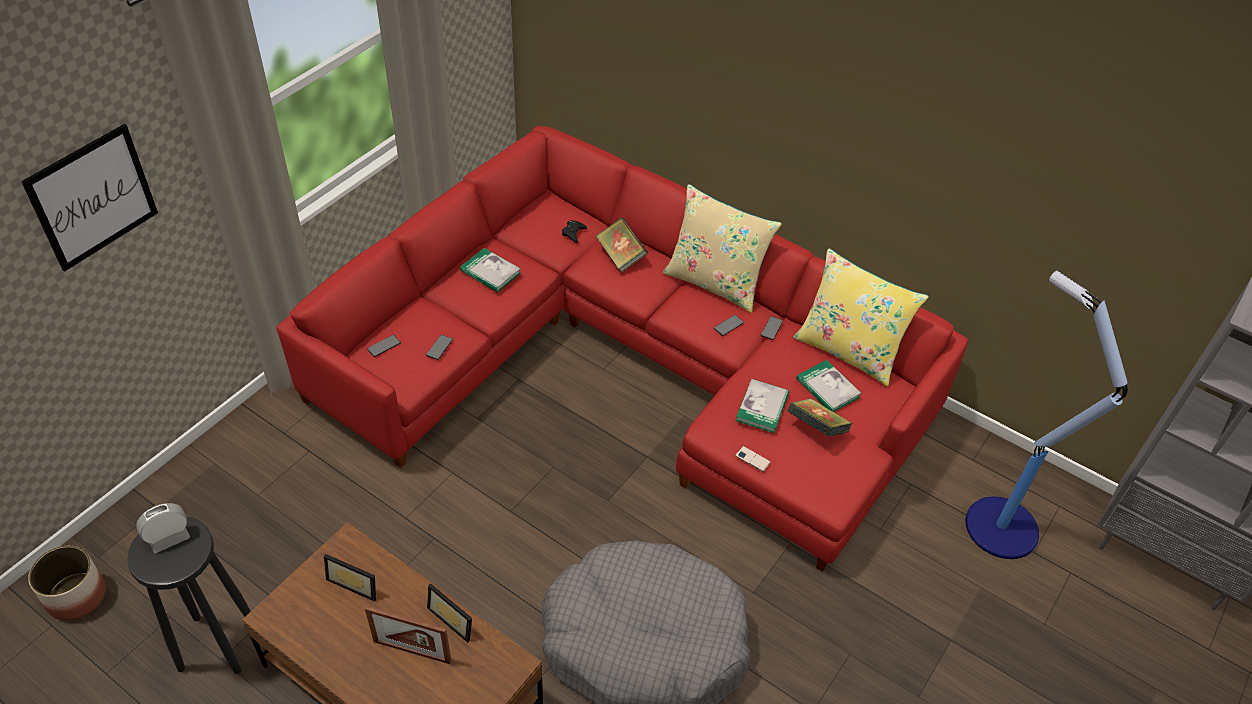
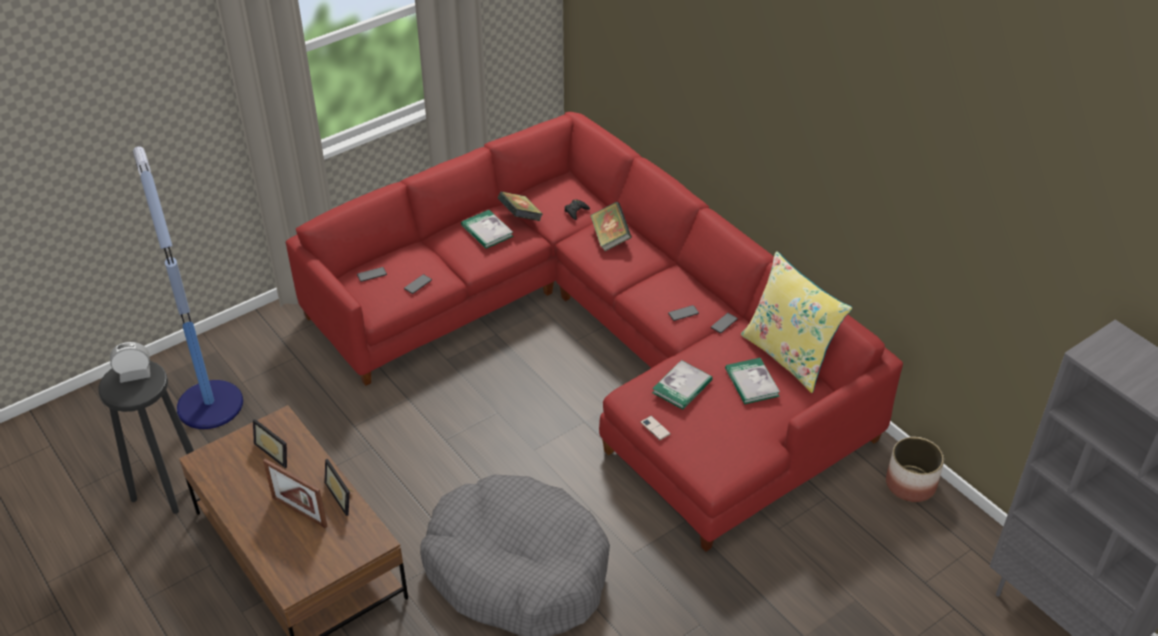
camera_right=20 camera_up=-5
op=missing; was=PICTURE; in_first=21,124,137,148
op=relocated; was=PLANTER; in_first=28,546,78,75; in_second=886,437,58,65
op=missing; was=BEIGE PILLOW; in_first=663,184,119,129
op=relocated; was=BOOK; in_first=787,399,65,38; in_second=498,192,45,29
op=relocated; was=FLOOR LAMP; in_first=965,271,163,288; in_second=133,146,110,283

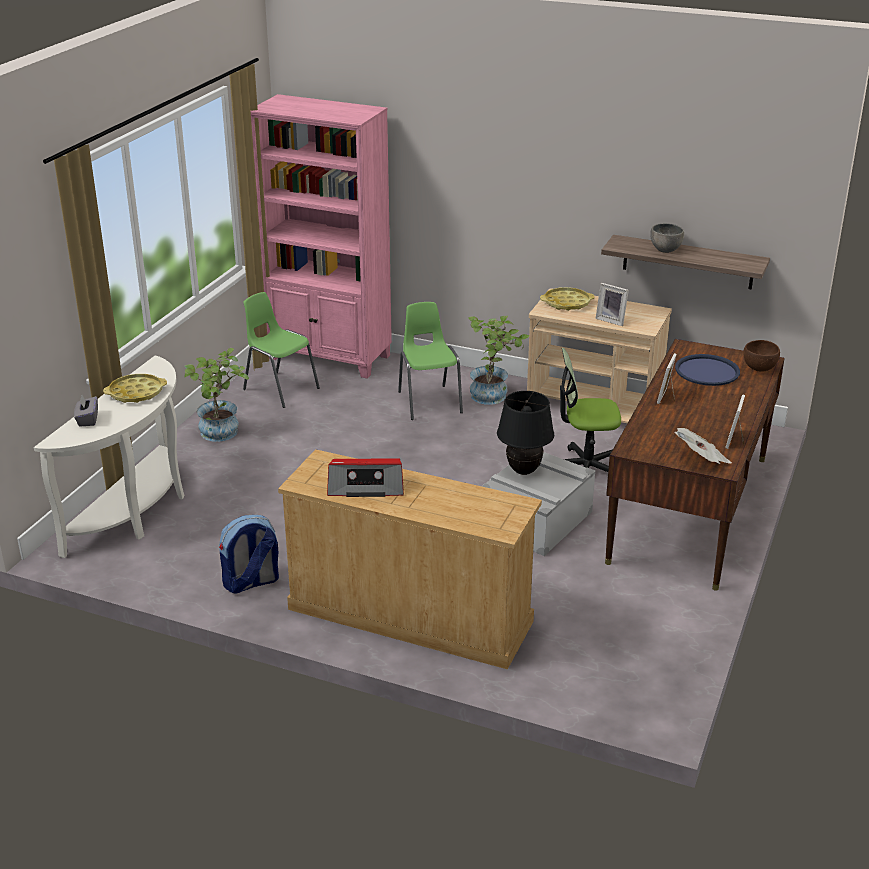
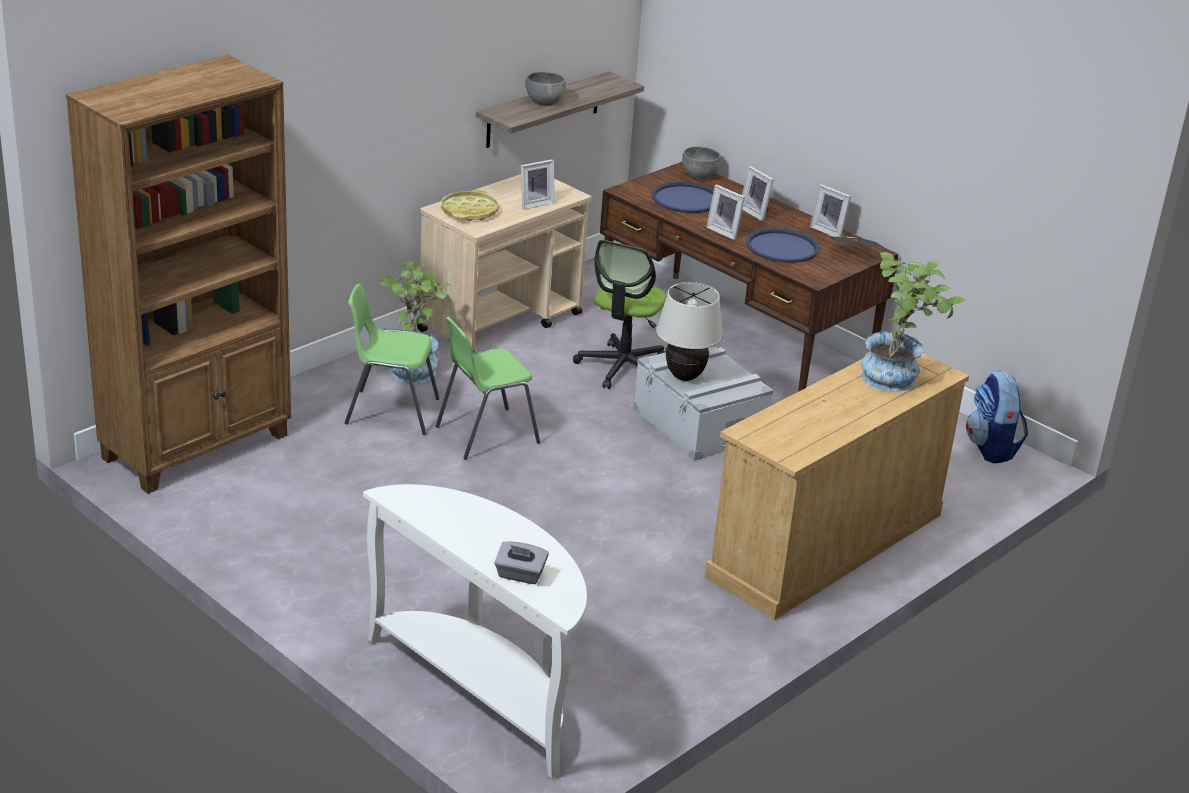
camera_right=-70 camera_up=0
op=missing; was=YELLOW TRAY; in_first=103,374,64,29
op=relocated; was=POTTED PLANT; in_first=184,348,65,94; in_second=861,252,105,140
op=relocated; was=BACKPACK; in_first=219,515,60,79; in_second=966,370,62,94
op=relocated; was=GREEN CHAIR; in_first=243,292,77,116; in_second=436,317,104,143
op=colour; was=PINK BOOKCASE; now=BROWN BOOKCASE; in_first=251,94,141,285; in_second=66,55,225,439
op=missing; was=RADIO; in_first=327,459,77,38
op=colour; was=BLACK TABLE LAMP; now=BEIGE TABLE LAMP; in_first=497,391,57,84; in_second=656,282,67,99
op=colour; was=BROWN BOWL; now=GREY BOWL; in_first=743,340,37,32; in_second=682,146,39,34
op=appeared; now=PICTURE FRAME; in_second=742,166,32,55
op=appeared; now=BLUE TRAY; in_second=746,228,73,35

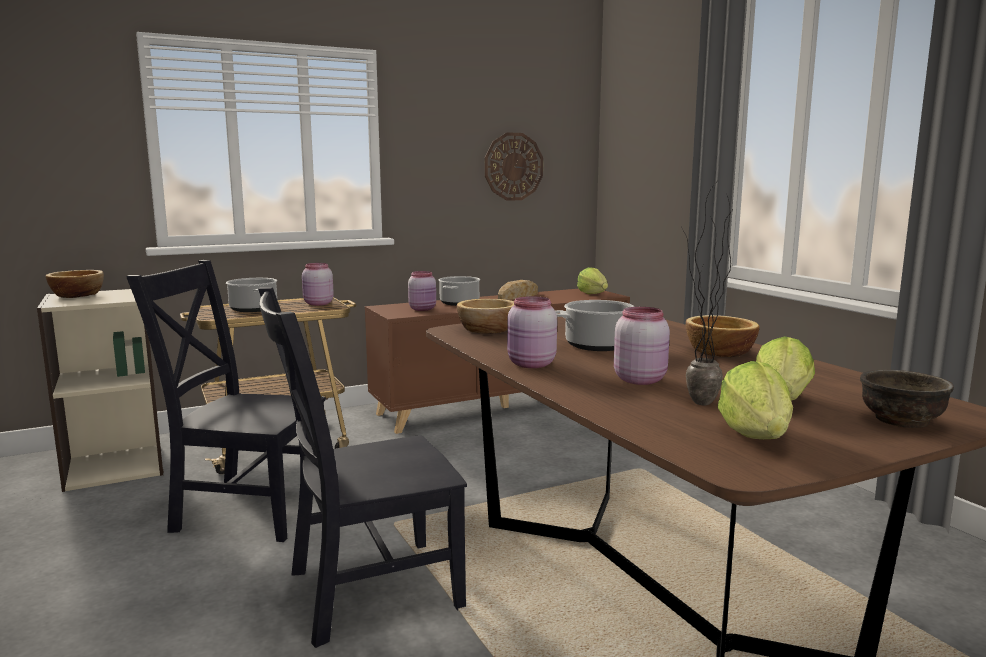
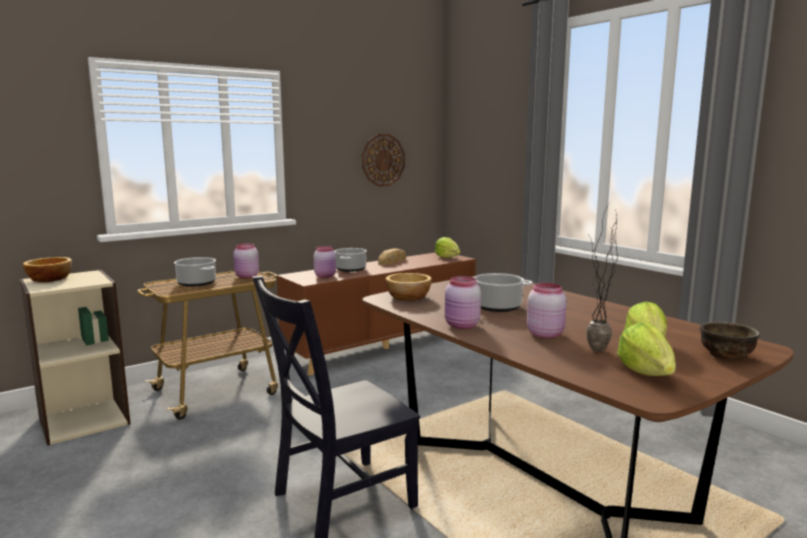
camera_right=-10 camera_up=0
op=missing; was=BLACK CHAIR; in_first=126,260,200,282
op=missing; was=BOWL; in_first=686,315,73,42

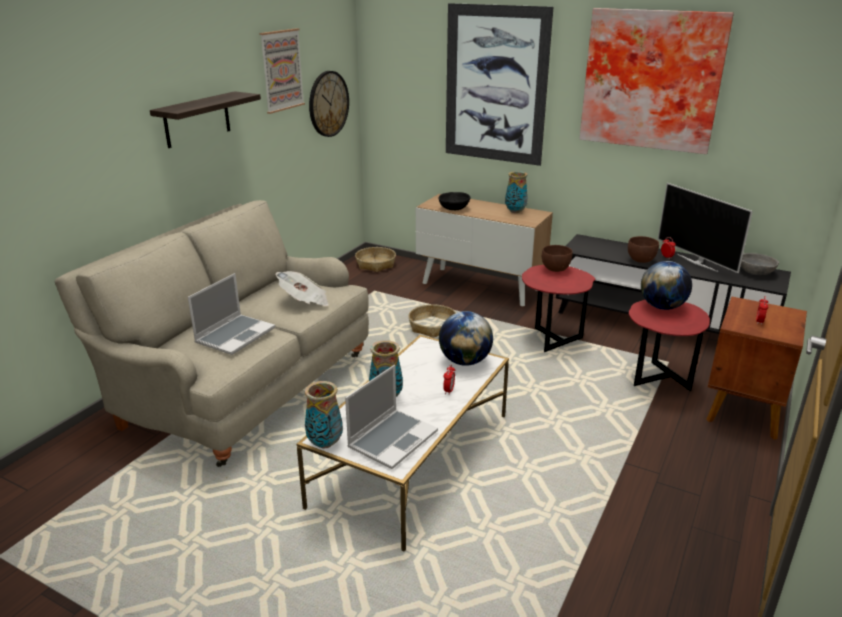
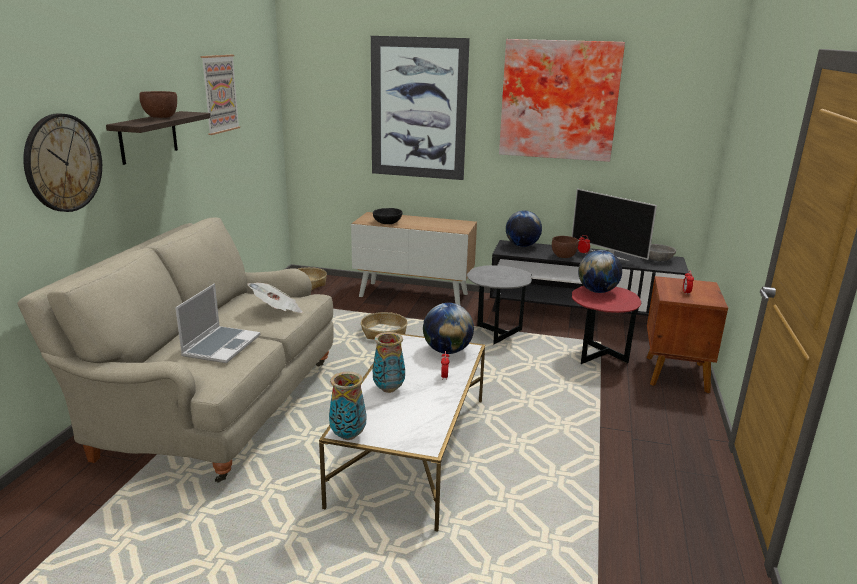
camera_right=-15 camera_up=-5
op=relocated; was=WALL CLOCK; in_first=309,71,40,66; in_second=23,113,79,99
op=missing; was=LAPTOP; in_first=345,365,93,104
op=missing; was=VASE; in_first=505,171,23,42
op=colour; was=RED SIDE TABLE; now=GREY SIDE TABLE; in_first=522,265,73,87; in_second=467,265,65,79
op=relocated; was=BROWN BOWL; in_first=542,245,31,27; in_second=139,91,38,27
op=appeared; now=GLOBE; in_second=506,211,36,36

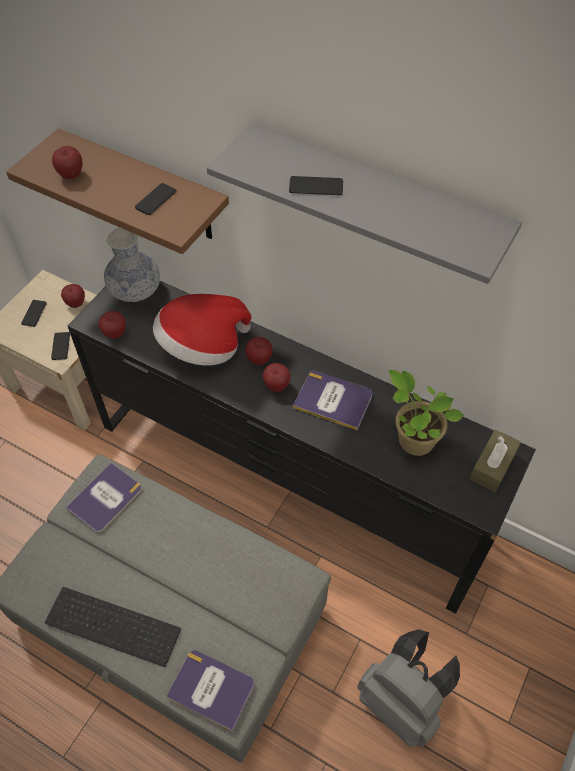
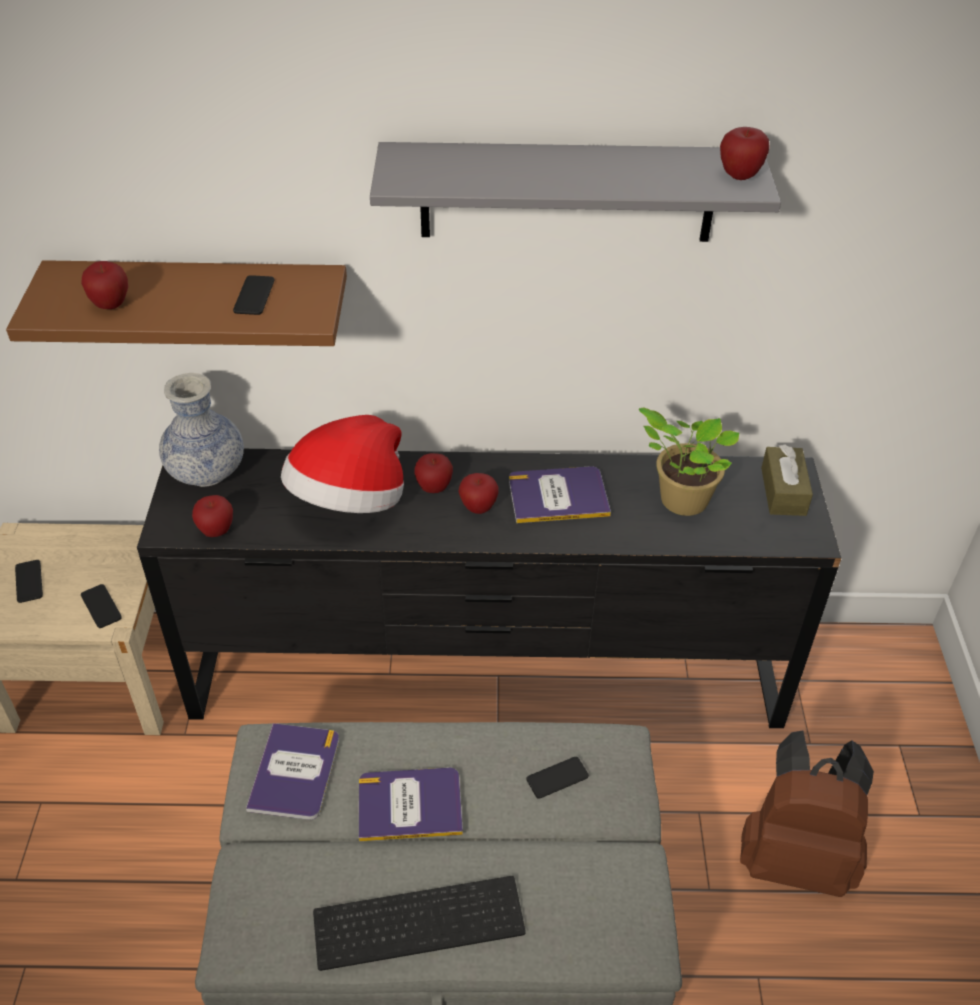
camera_right=-30 camera_up=-10
op=relocated; was=APPLE; in_first=61,284,24,24; in_second=720,127,50,53
op=relocated; was=BOOK; in_first=166,650,88,82; in_second=359,768,104,73
op=relocated; was=PHONE; in_first=289,176,54,19; in_second=526,757,63,41
op=colour; was=GREY BACKPACK; now=BROWN BACKPACK; in_first=357,629,103,118; in_second=740,730,134,167

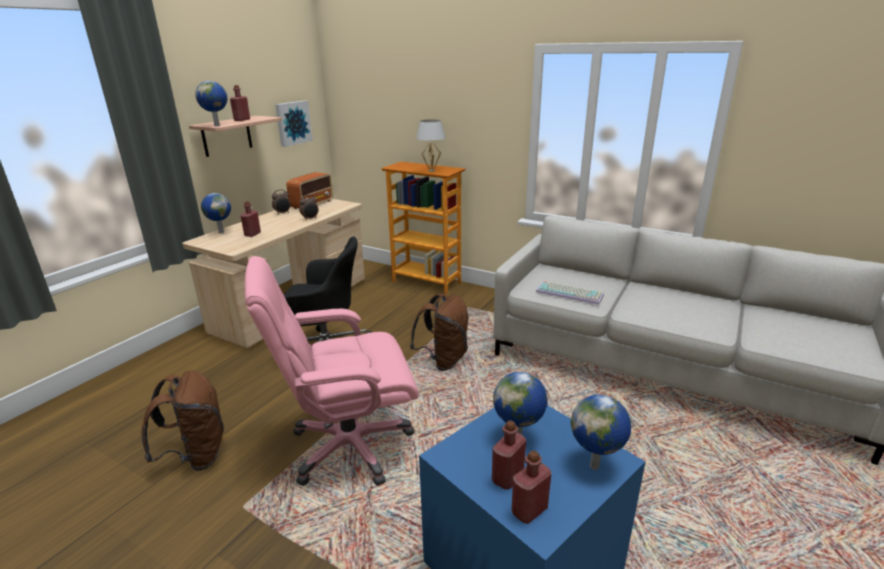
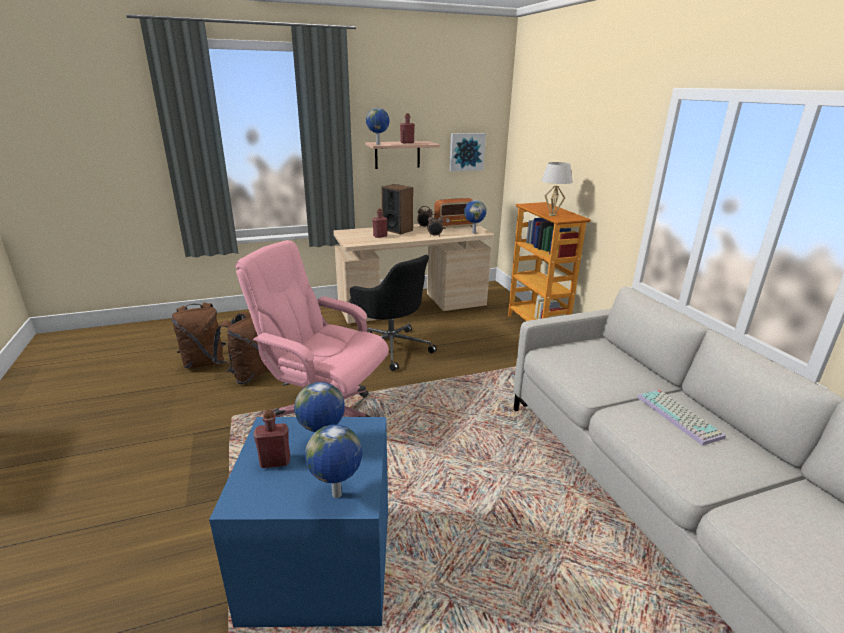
camera_right=40 camera_up=0
op=relocated; was=GLOBE; in_first=201,193,30,40; in_second=464,200,23,33
op=relocated; was=BROWN BACKPACK; in_first=410,294,59,77; in_second=172,303,54,66
op=missing; was=RED BOTTLE; in_first=511,450,40,74
op=relocated; was=KEYBOARD; in_first=536,281,68,24; in_second=637,390,89,56
op=appeared; now=SPEAKER; in_second=381,184,32,51

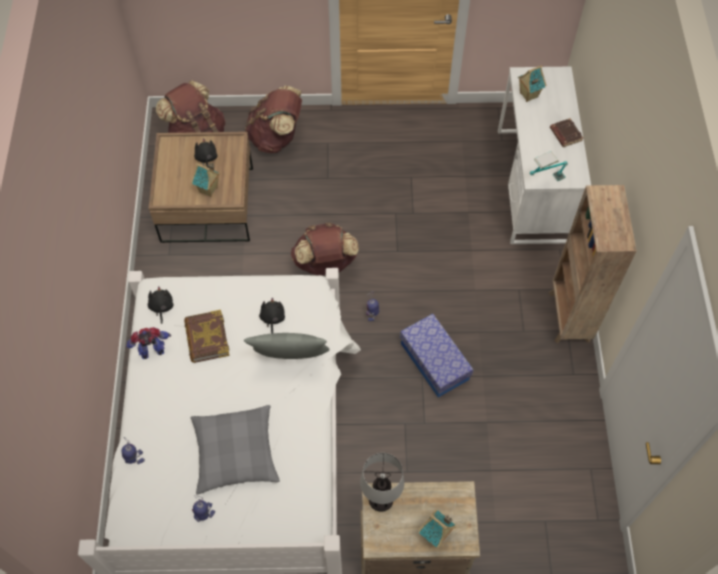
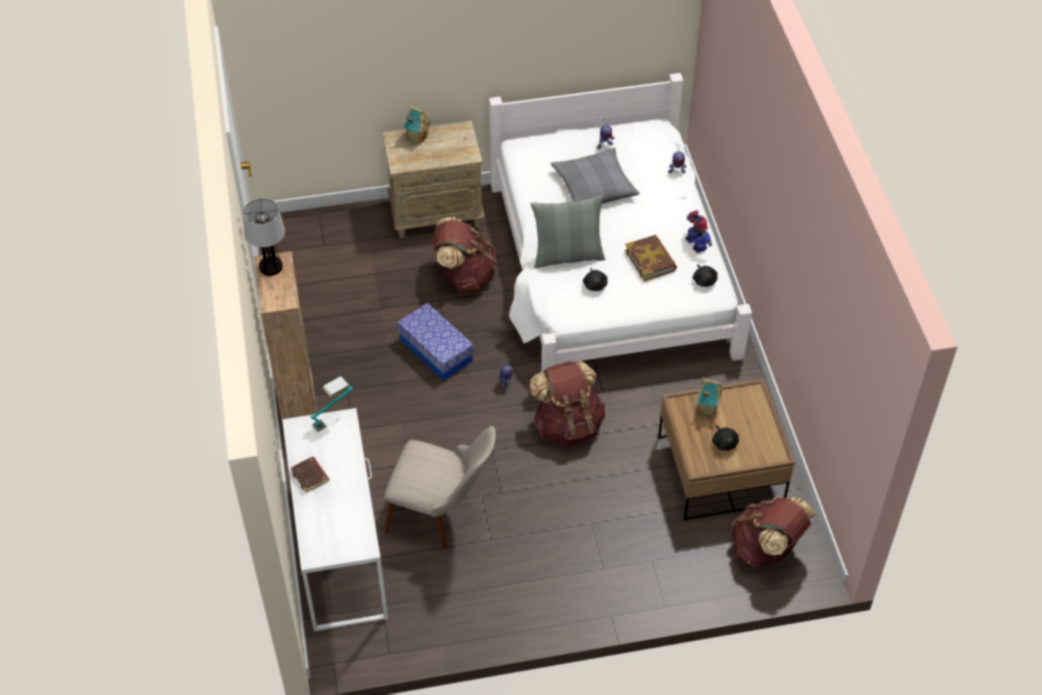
camera_right=170 camera_up=-10
op=spun; was=TOY ROBOT; in_first=126,327,45,32; in_second=685,210,27,43; clockwise=-90
op=relocated; was=BROWN BACKPACK; in_first=245,86,57,67; in_second=434,217,63,74
op=relocated; was=TABLE LAMP; in_first=360,453,44,59; in_second=243,199,42,77
op=missing; was=TOY HOUSE; in_first=518,65,28,37
op=appeared; now=BEIGE CHAIR; in_second=384,426,112,123

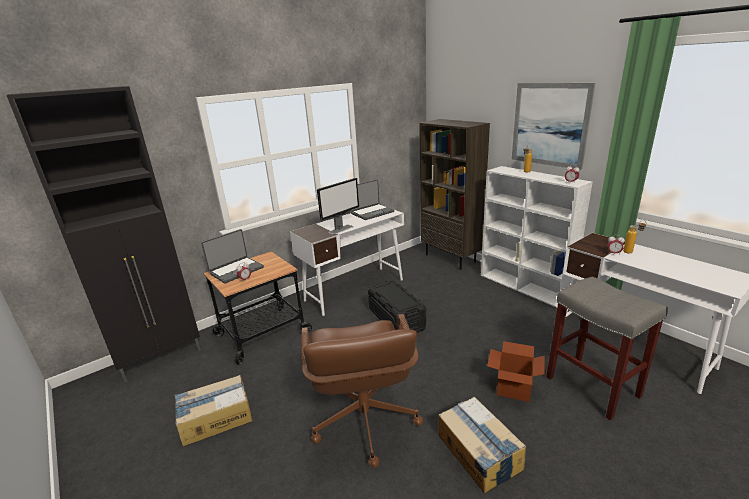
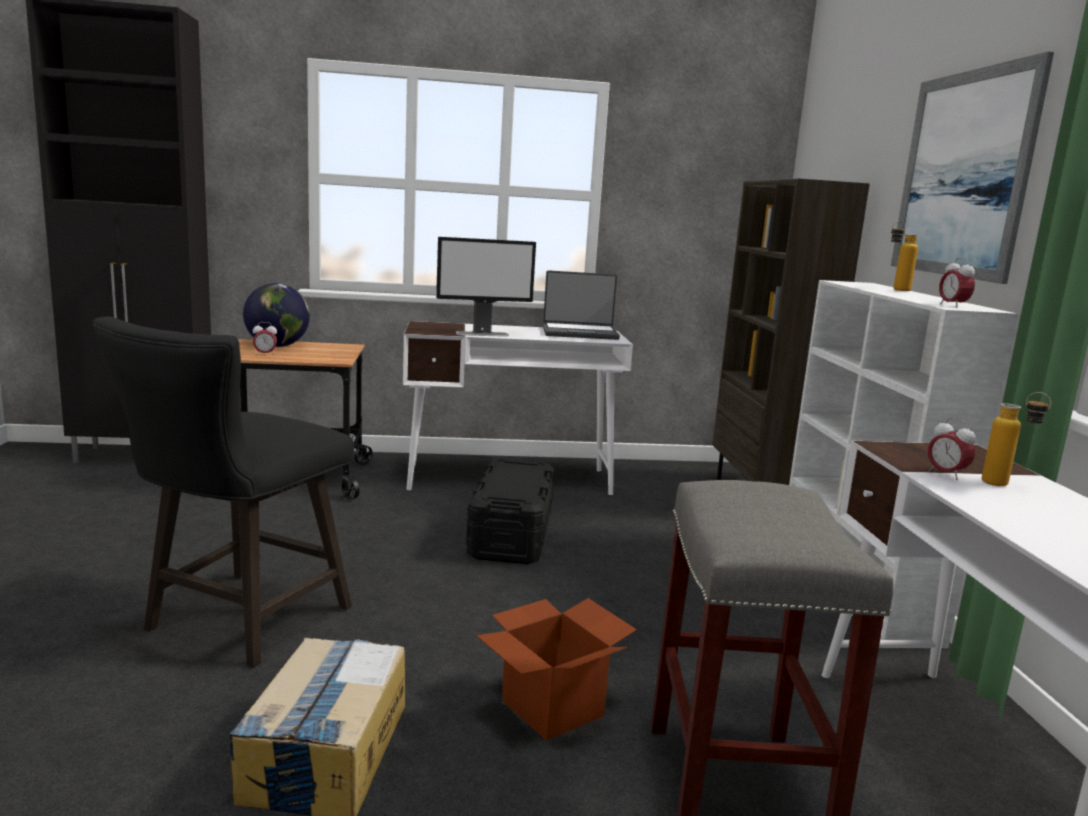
camera_right=30 camera_up=-10
op=missing; was=CARDBOARD BOX; in_first=175,375,78,71
op=exchanged; was=LAPTOP; now=GLOBE; in_first=201,229,63,55; in_second=243,283,67,64
op=exchanged; was=BROWN OFFICE CHAIR; now=BLACK STOOL; in_first=301,314,122,154; in_second=92,316,262,352

